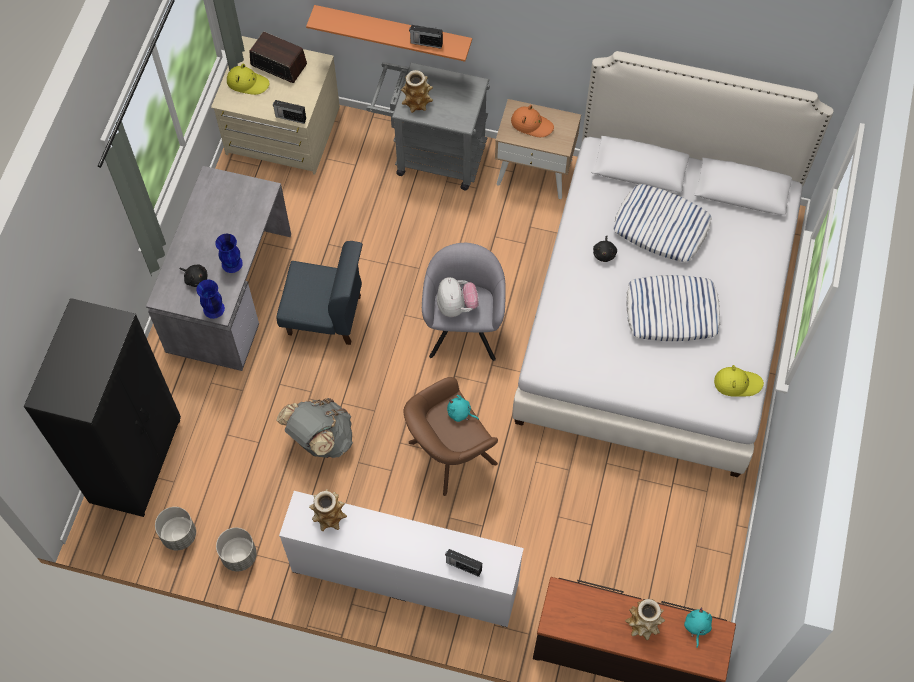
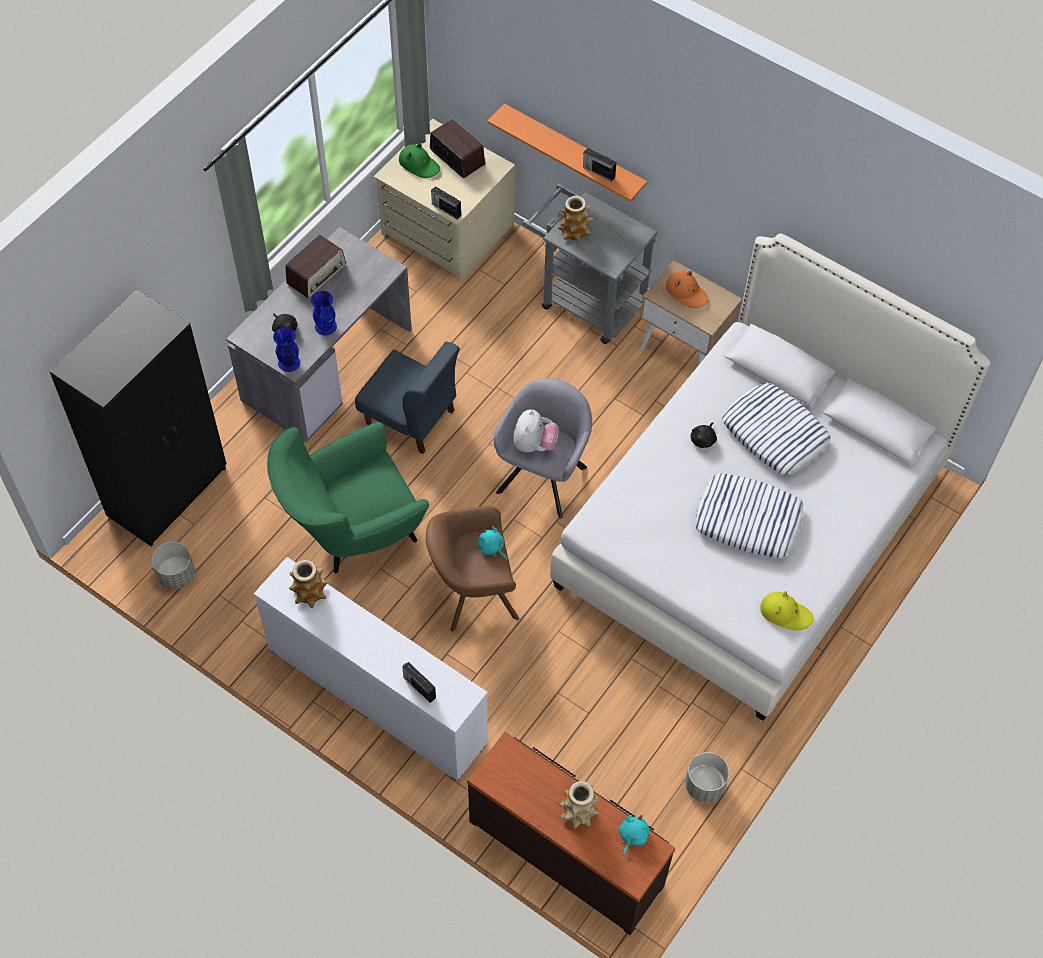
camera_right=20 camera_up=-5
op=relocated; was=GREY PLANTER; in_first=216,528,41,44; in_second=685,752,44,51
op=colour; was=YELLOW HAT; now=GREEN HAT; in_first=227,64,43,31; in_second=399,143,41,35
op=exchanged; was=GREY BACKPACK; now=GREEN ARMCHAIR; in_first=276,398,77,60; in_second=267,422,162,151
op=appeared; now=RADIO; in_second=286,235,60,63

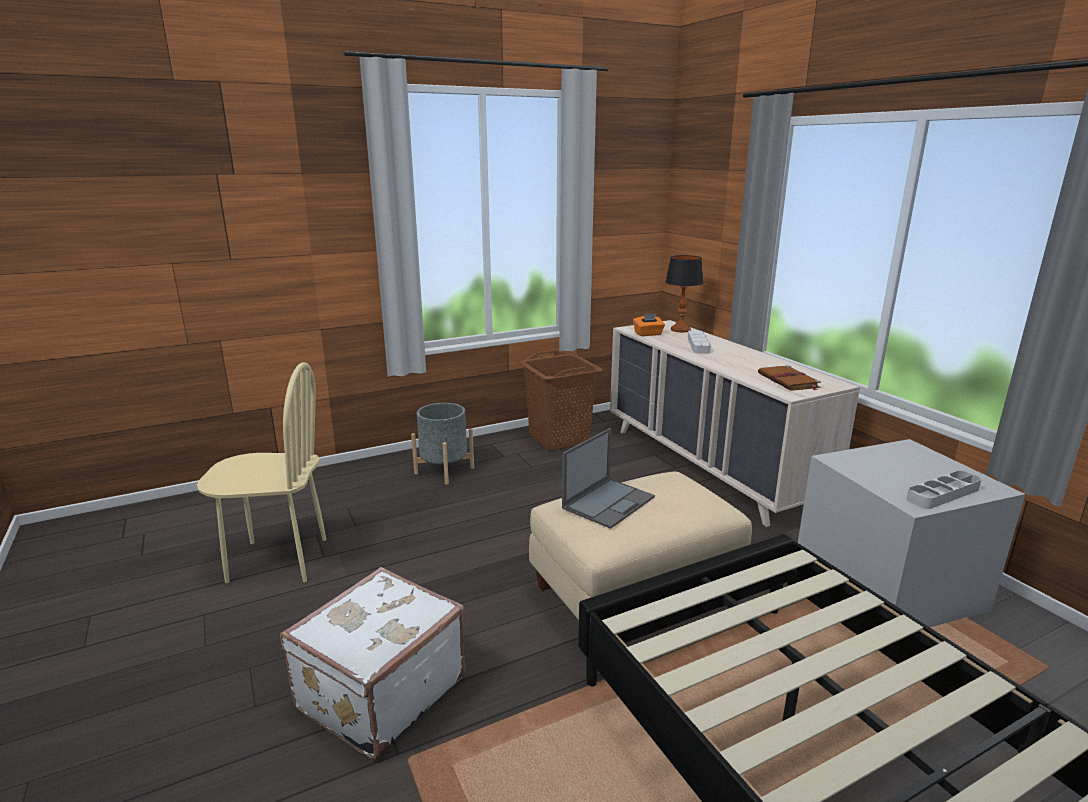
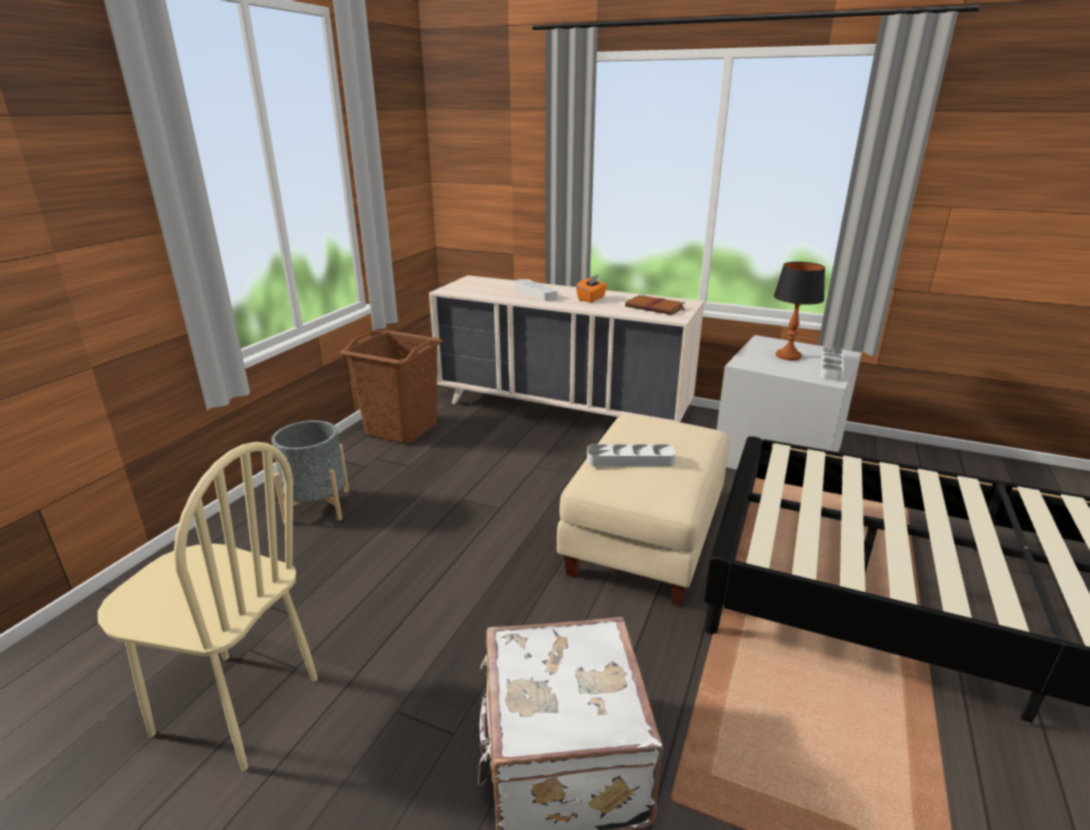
camera_right=-40 camera_up=5
op=spun; was=BEIGE CHAIR; in_first=197,362,129,221; in_second=98,442,220,329; clockwise=60
op=exchanged; was=LAPTOP; now=GREY TRAY; in_first=562,428,93,101; in_second=587,444,89,22
op=relocated; was=ORANGE TISSUE BOX; in_first=633,313,32,23; in_second=576,275,31,28
op=relocated; was=TABLE LAMP; in_first=665,255,38,77; in_second=774,262,51,98

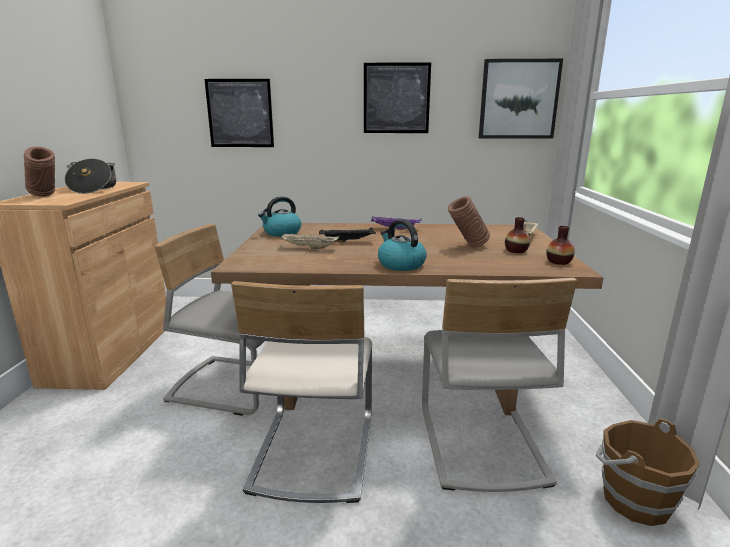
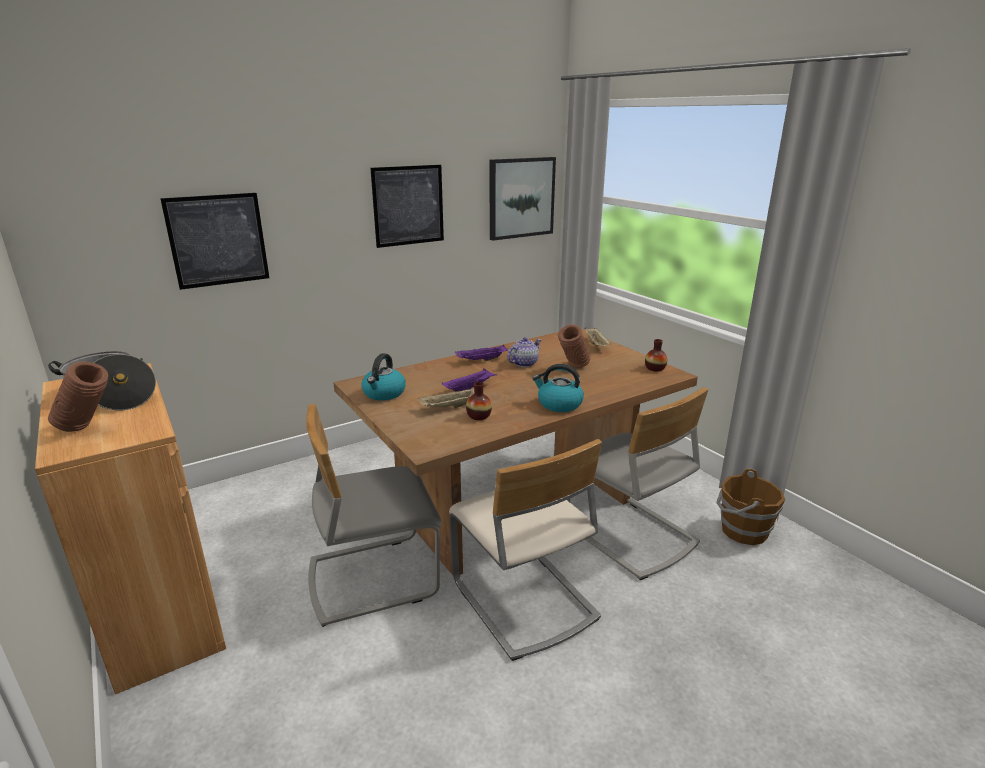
camera_right=-35 camera_up=5
op=colour; was=BLACK TRAY; now=PURPLE TRAY; in_first=319,227,57,16; in_second=442,368,56,23
op=relocated; was=VASE; in_first=505,217,25,36; in_second=466,382,26,38
op=appeared; now=TEAPOT; in_second=507,337,34,30

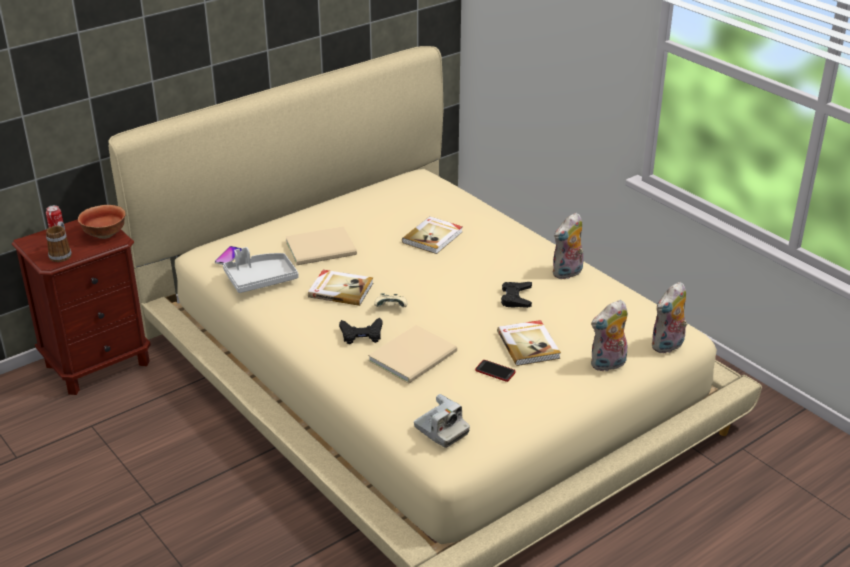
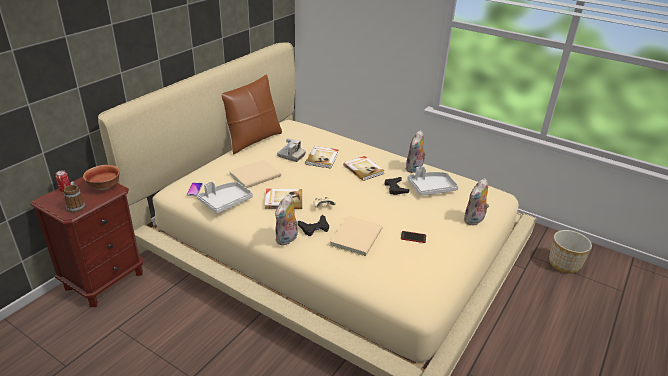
camera_right=-20 camera_up=0
op=relocated; was=PHOTO CAMERA; in_first=414,394,56,54; in_second=277,138,29,24
op=relocated; was=BOOK; in_first=497,320,64,46; in_second=343,156,42,25
op=relocated; was=PLUSH TOY; in_first=652,282,35,72; in_second=275,194,23,52
op=appeared; now=BROWN PILLOW; in_second=222,74,60,80
op=appeared; now=GREY TRAY; in_second=407,166,51,30
op=appeared; now=PLANTER; in_second=549,230,43,43

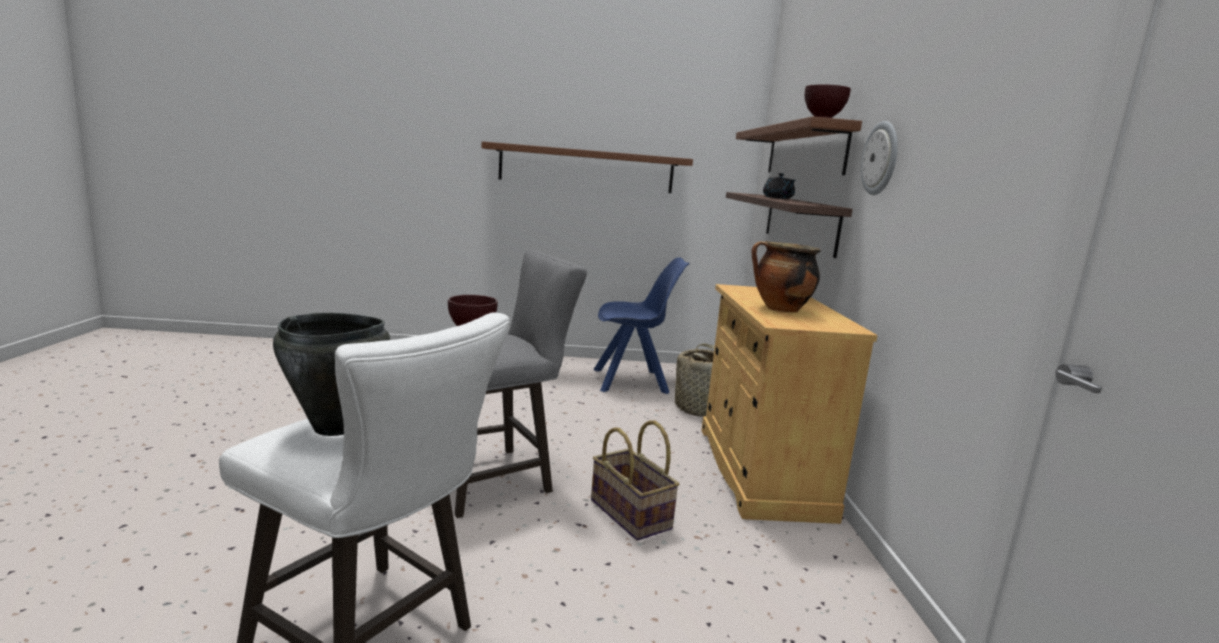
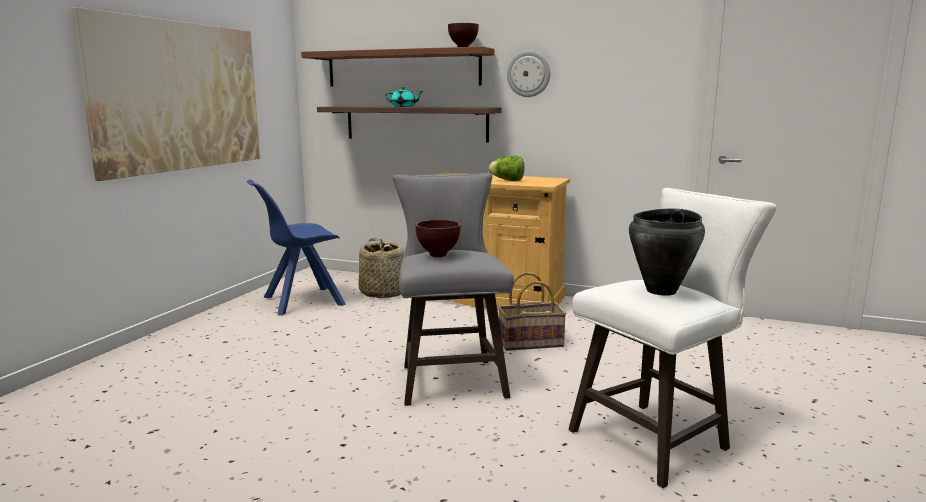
camera_right=-65 camera_up=0
op=exchanged; was=BROWN SHELF; now=PICTURE; in_first=481,141,212,52; in_second=71,7,189,174
op=spun; was=BLUE CHAIR; in_first=593,257,97,137; in_second=247,179,99,137; clockwise=-135
op=exchanged; was=COOKING POT; now=LETTUCE; in_first=751,241,70,72; in_second=489,156,35,25
op=colour; was=BLACK TEAPOT; now=TURQUOISE TEAPOT; in_first=763,173,32,26; in_second=385,87,38,20

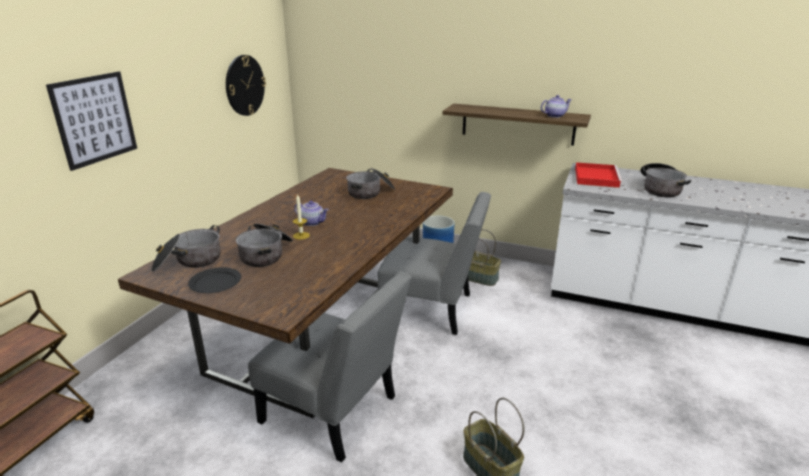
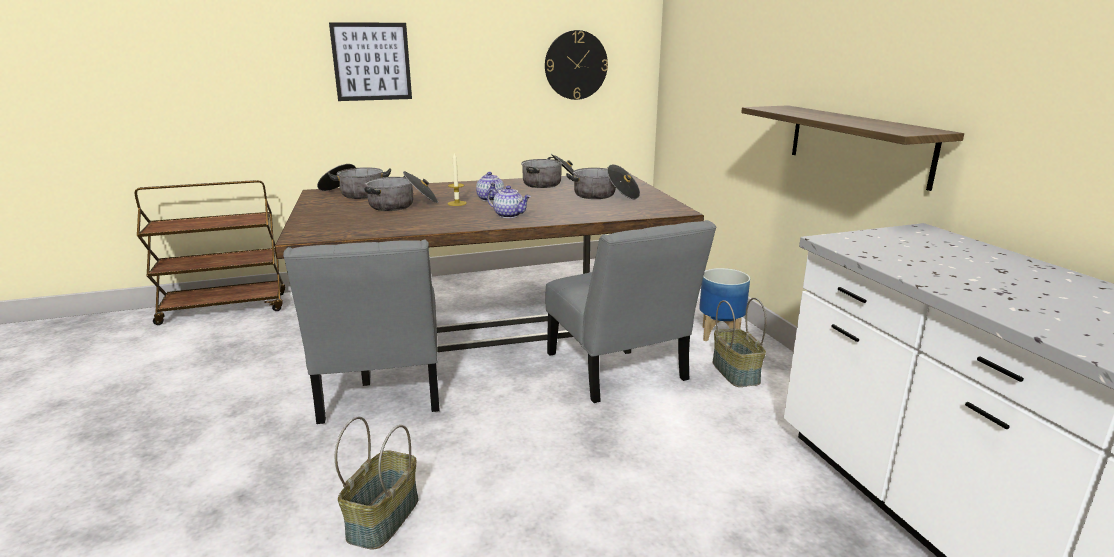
camera_right=50 camera_up=-5
op=missing; was=BLACK PLATE; in_first=188,267,53,26
op=relocated; was=TEAPOT; in_first=541,95,31,23; in_second=487,185,44,33
op=missing; was=RED TRAY; in_first=575,162,48,26
op=relocated; was=COOKING POT; in_first=640,163,51,34; in_second=521,154,53,34

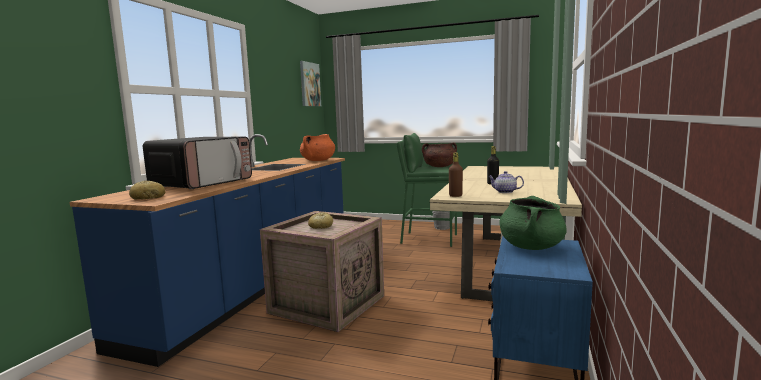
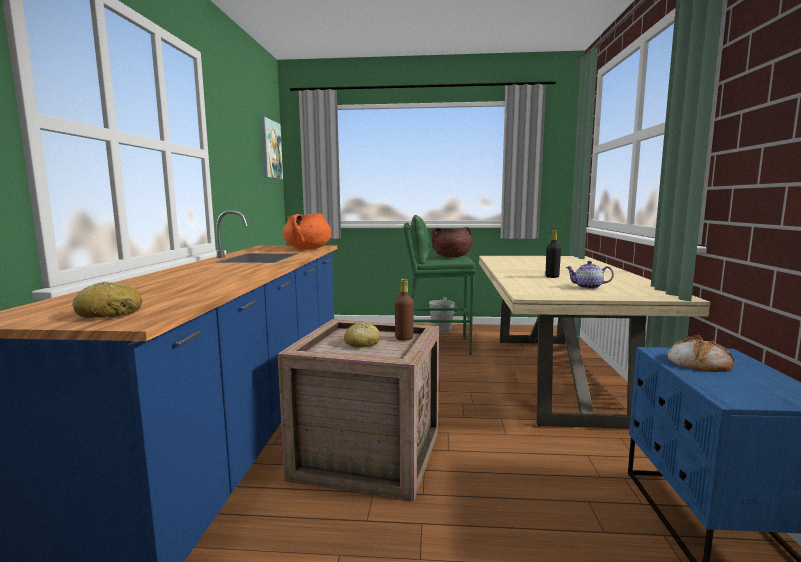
camera_right=-15 camera_up=0
op=missing; was=MICROWAVE; in_first=143,137,109,52
op=relocated; was=BROWN BOTTLE; in_first=449,153,14,44; in_second=395,279,19,62
op=exchanged; was=GREEN COOKING POT; now=BREAD; in_first=499,196,68,54; in_second=667,335,67,37

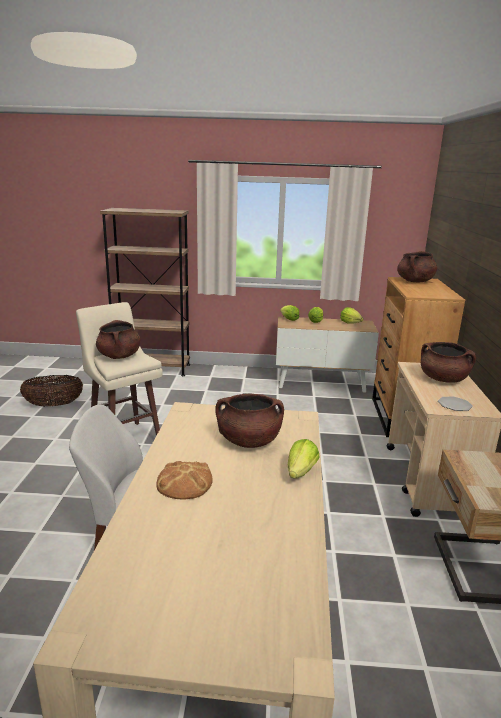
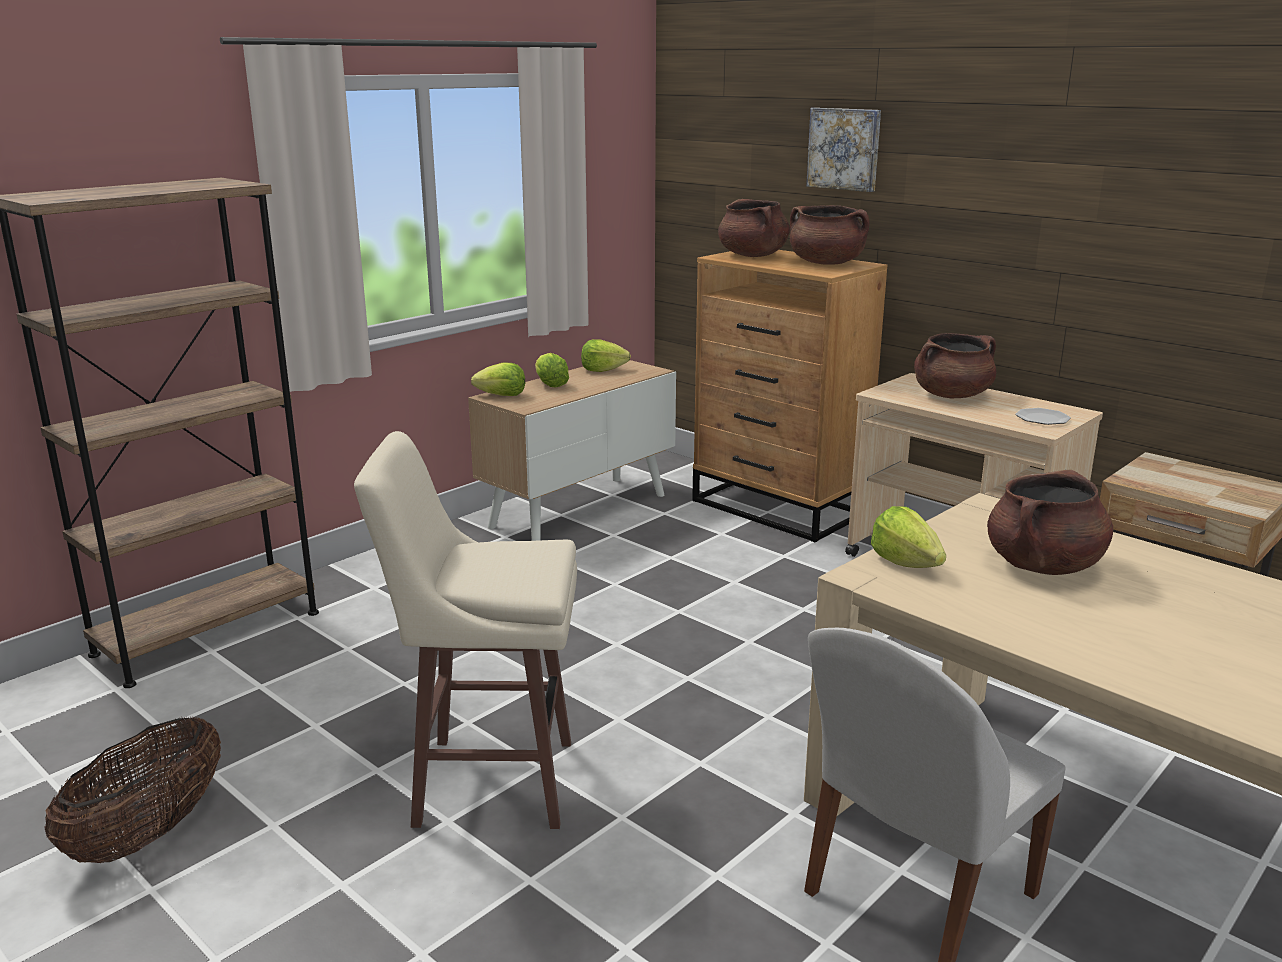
camera_right=-50 camera_up=0
op=relocated; was=BROWN COOKING POT; in_first=96,320,45,39; in_second=790,205,79,60
op=missing; was=BREAD; in_first=156,461,56,39
op=relocated; was=LETTUCE; in_first=288,439,31,40; in_second=871,506,75,62
op=appeared; now=PICTURE; in_second=806,108,75,84

